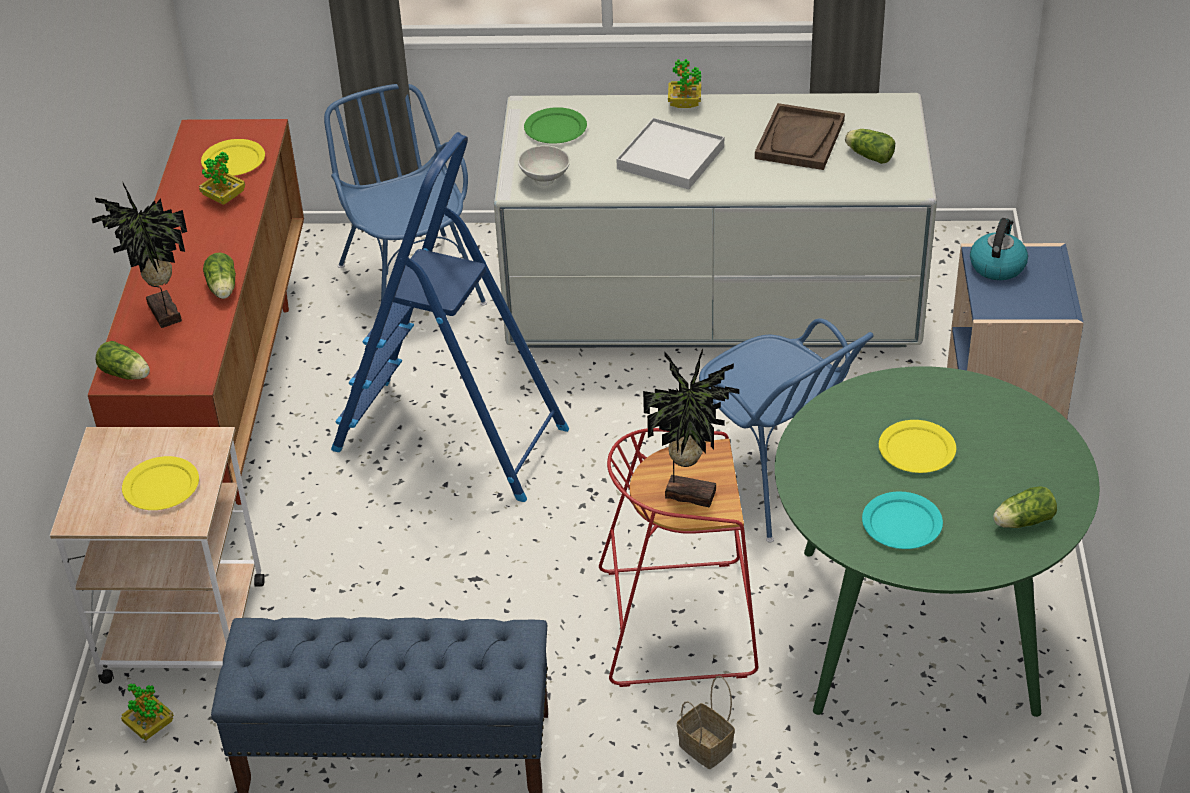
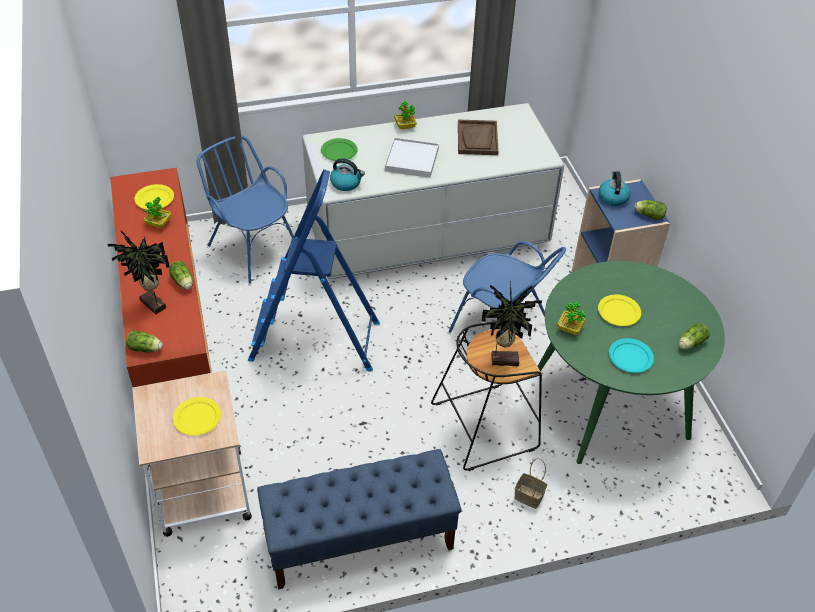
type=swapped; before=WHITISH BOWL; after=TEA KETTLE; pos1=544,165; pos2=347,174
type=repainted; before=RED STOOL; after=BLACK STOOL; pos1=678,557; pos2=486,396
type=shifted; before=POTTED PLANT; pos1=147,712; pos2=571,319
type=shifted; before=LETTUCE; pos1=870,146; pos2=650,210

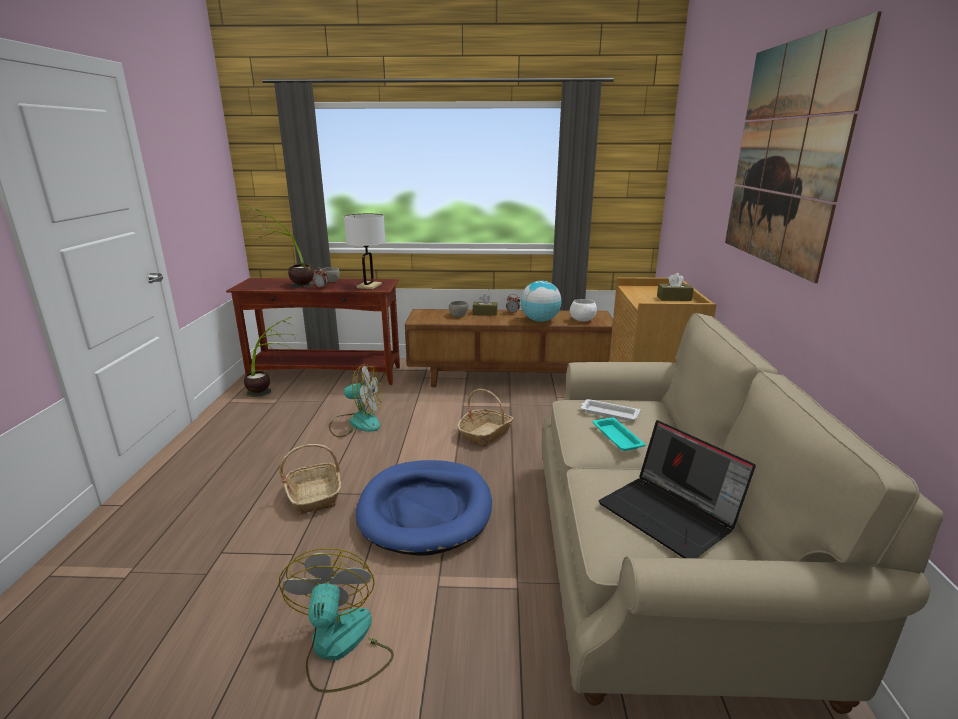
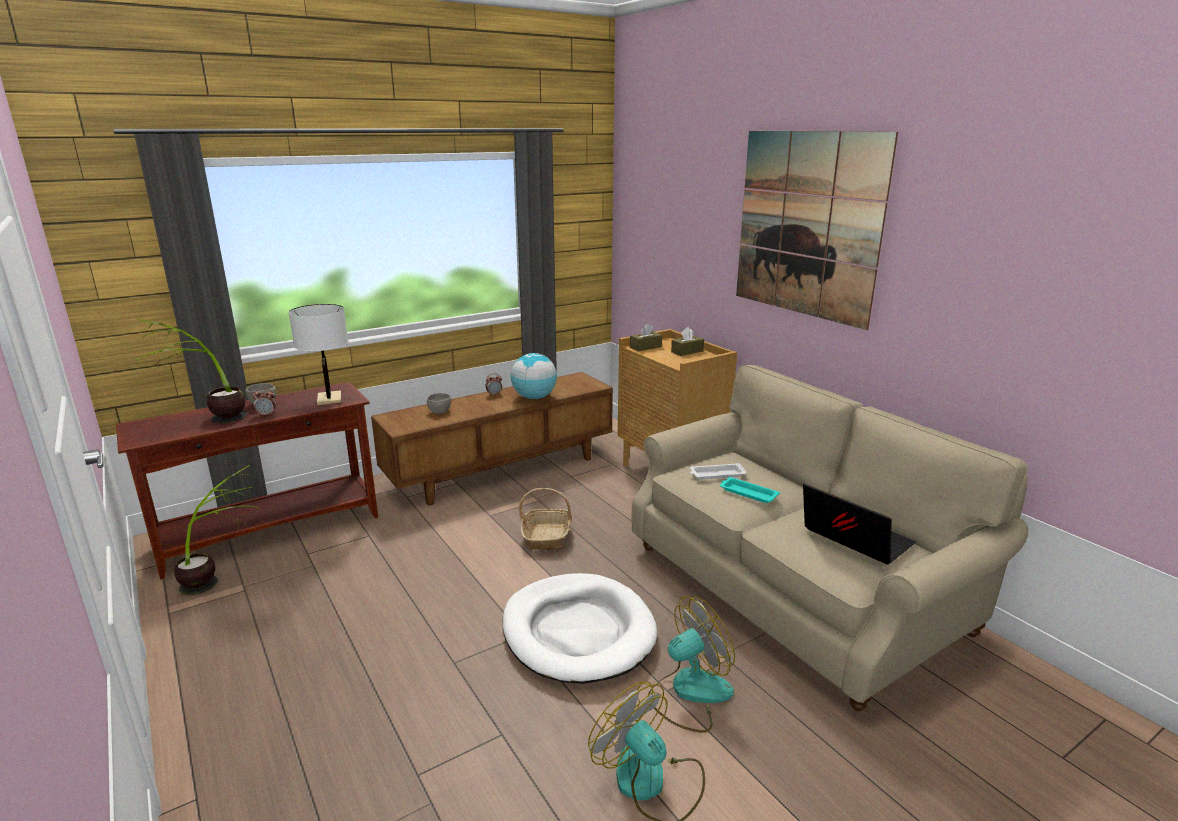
type=repainted; before=BLUISH DOG CUSHION; after=WHITISH DOG CUSHION; pos1=424,508; pos2=580,628
type=shifted; before=BROWNISH TISSUE HOLDER; pos1=485,305; pos2=646,337
type=shifted; before=FAN; pos1=355,400; pos2=691,664
type=rotated; before=NOTEBOOK COMPUTER; pos1=677,489; pos2=859,524; turn=-150
type=gone; before=HOUSEHOLD BASKET; pos1=310,479
type=gone; before=WHITISH BOWL; pos1=583,310

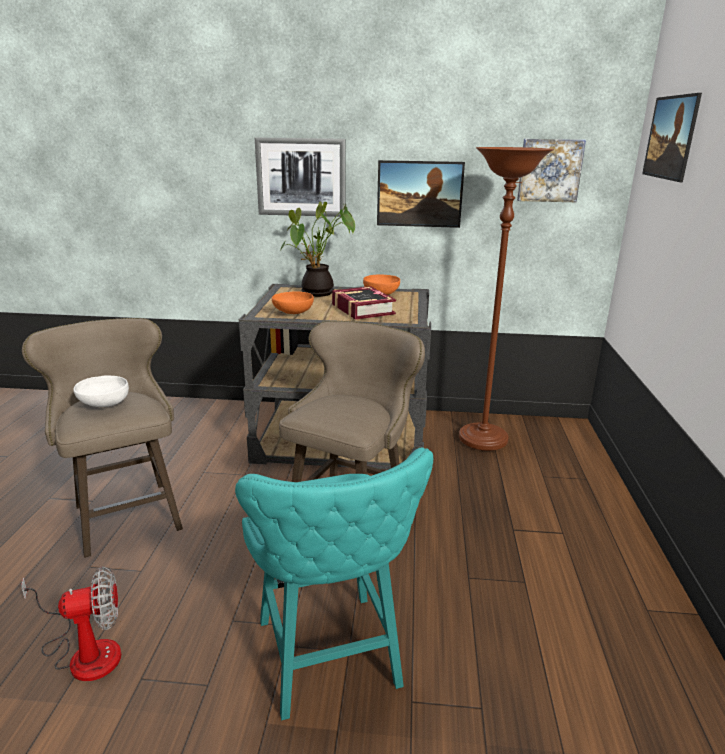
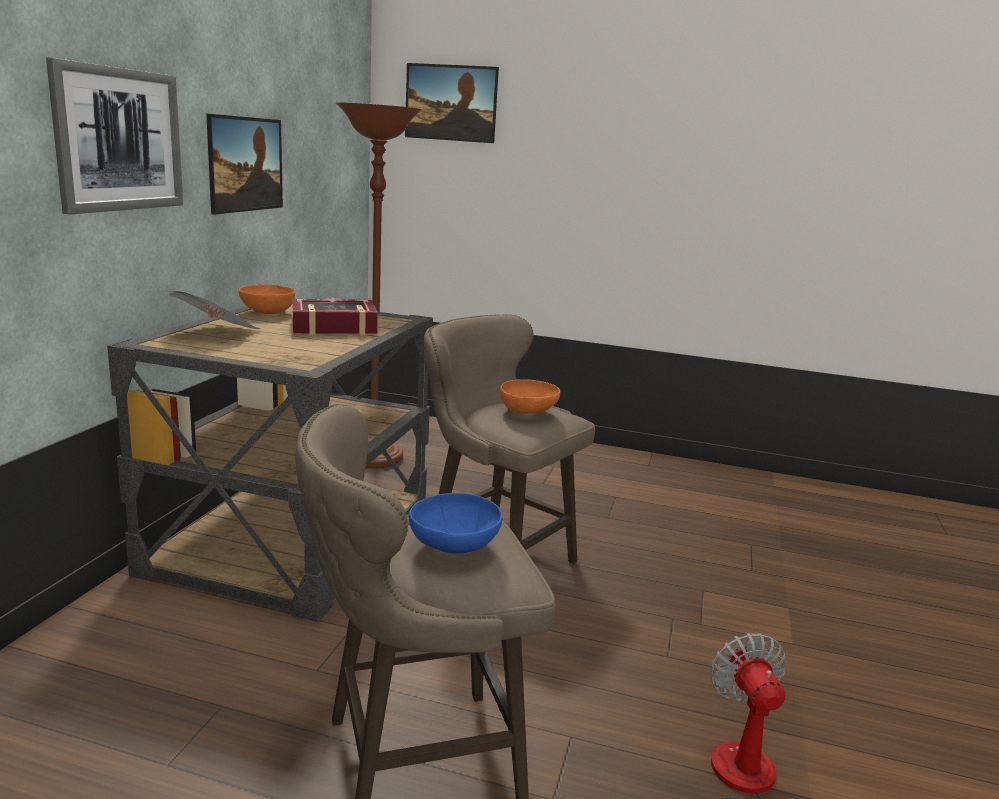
type=swapped; before=POTTED PLANT; after=NEWSPAPER; pos1=317,249; pos2=214,310
type=repainted; before=WHITISH BOWL; after=BLUISH BOWL; pos1=101,391; pos2=456,523
type=shifted; before=ORANGEY BOWL; pos1=293,303; pos2=530,396
type=gone; before=TURQUOISE STOOL; pos1=334,583
type=gone; before=WALL PICTURE; pos1=551,170

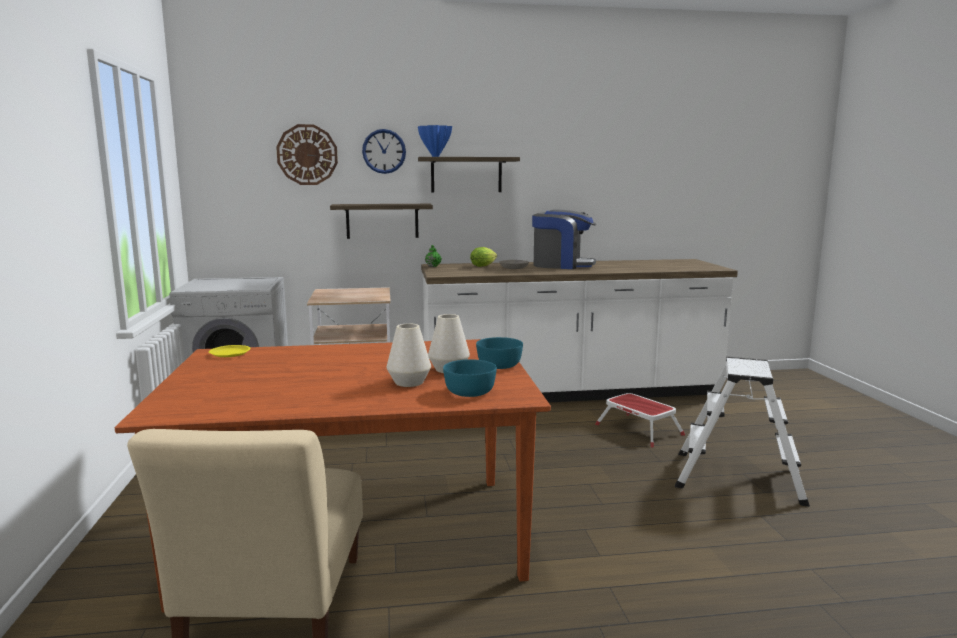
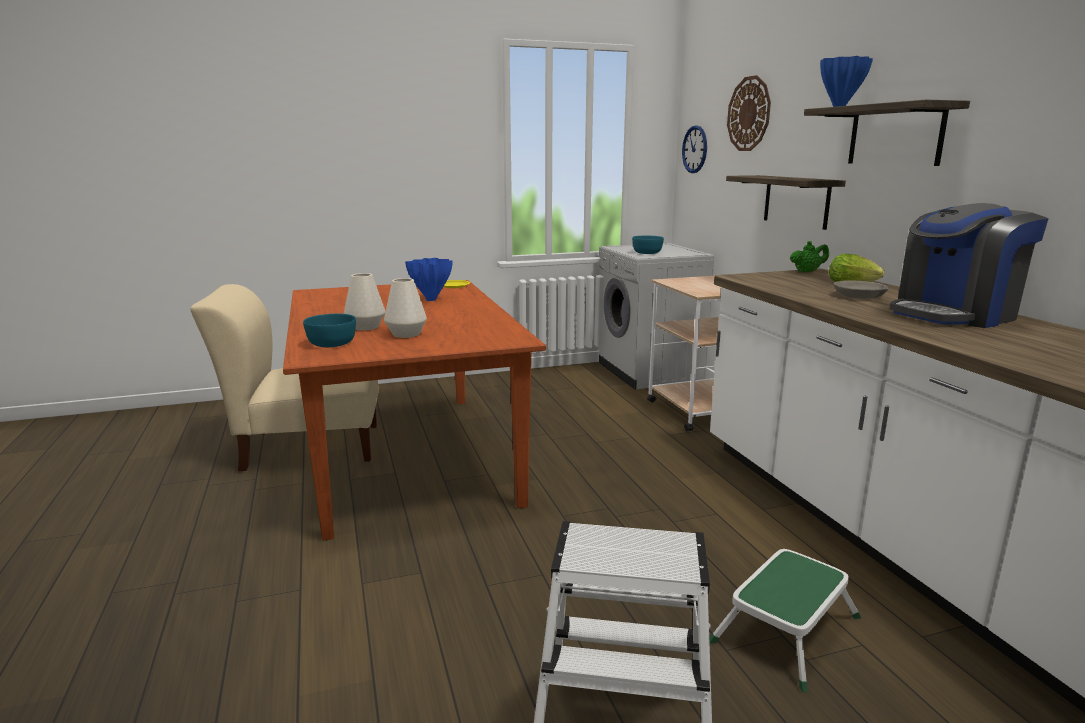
type=new; after=BLUISH VASE; pos2=429,279
type=shifted; before=TURQUOISE BOWL; pos1=499,353; pos2=648,244
type=shifted; before=HANGING CLOCK; pos1=384,151; pos2=694,149
type=repainted; before=RED STEPLADDER; after=GREENISH STEPLADDER; pos1=640,420; pos2=785,621
type=rotated; before=COFFEE MACHINE; pos1=564,239; pos2=969,265; turn=60

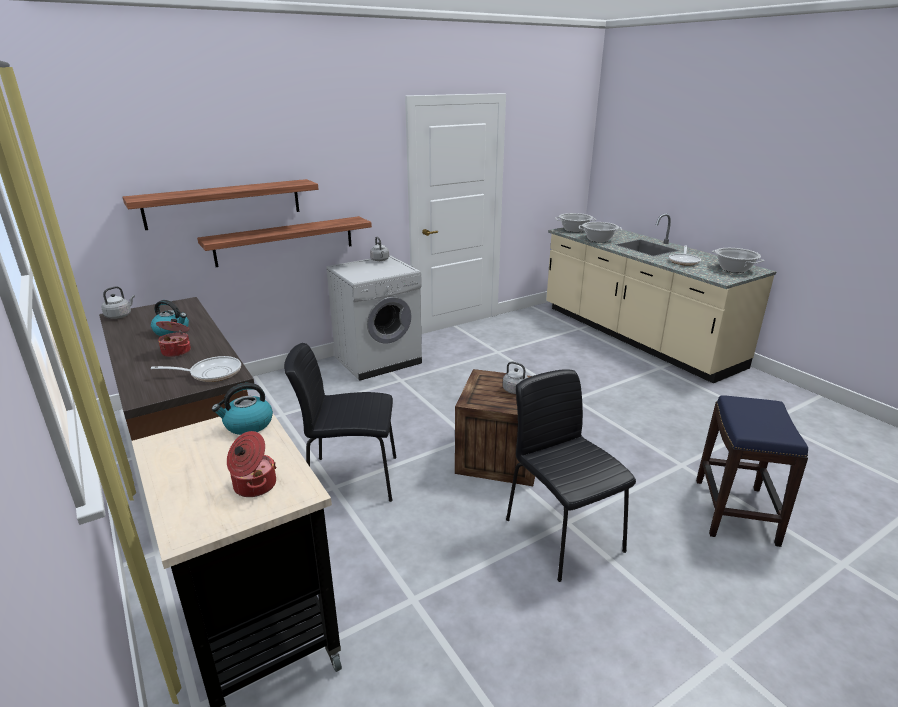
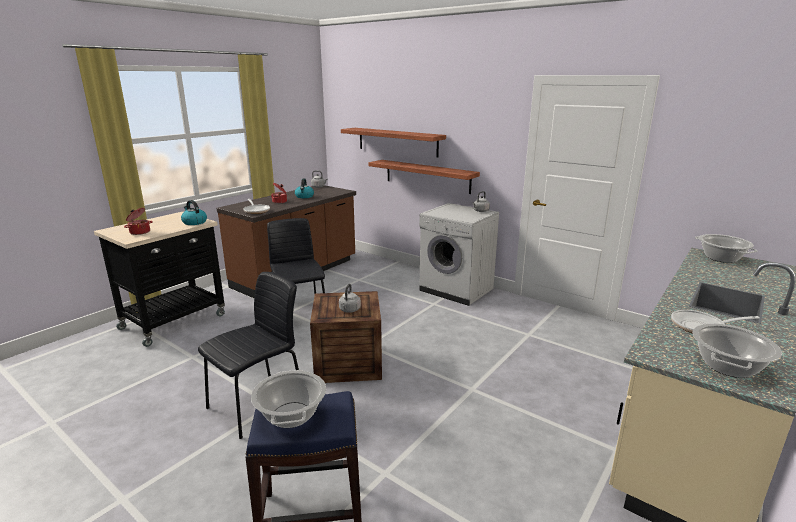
type=shifted; before=COOKING POT; pos1=600,232; pos2=288,399

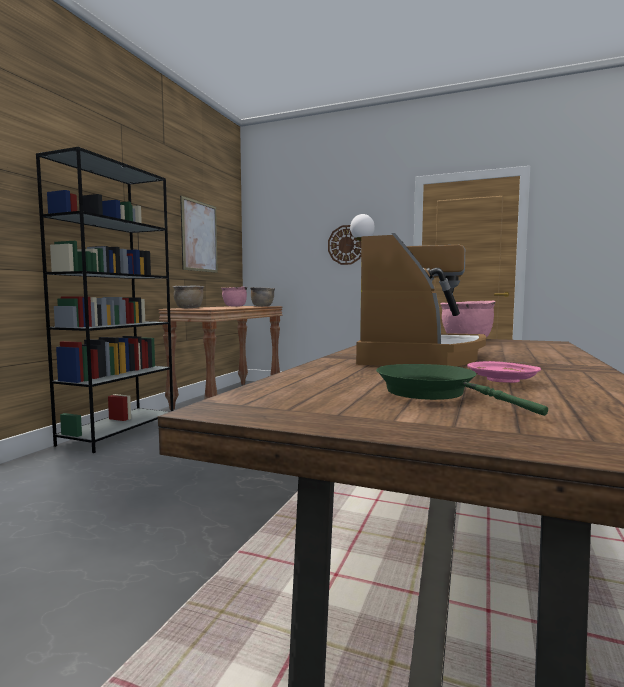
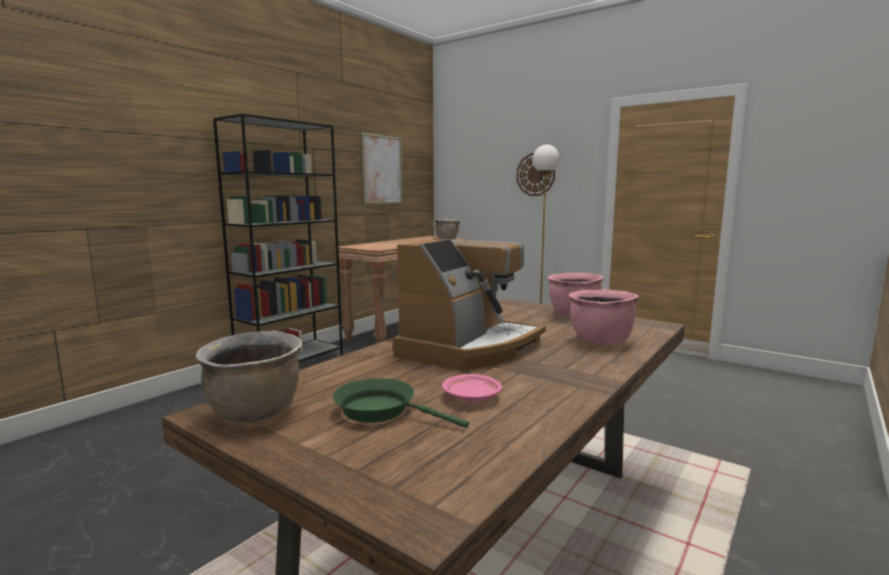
type=shifted; before=BROWNISH COOKING POT; pos1=188,296; pos2=249,377
type=rotated; before=GREENISH PAN; pos1=462,390; pos2=401,403; turn=-45
type=shifted; before=PINK COOKING POT; pos1=234,297; pos2=604,317

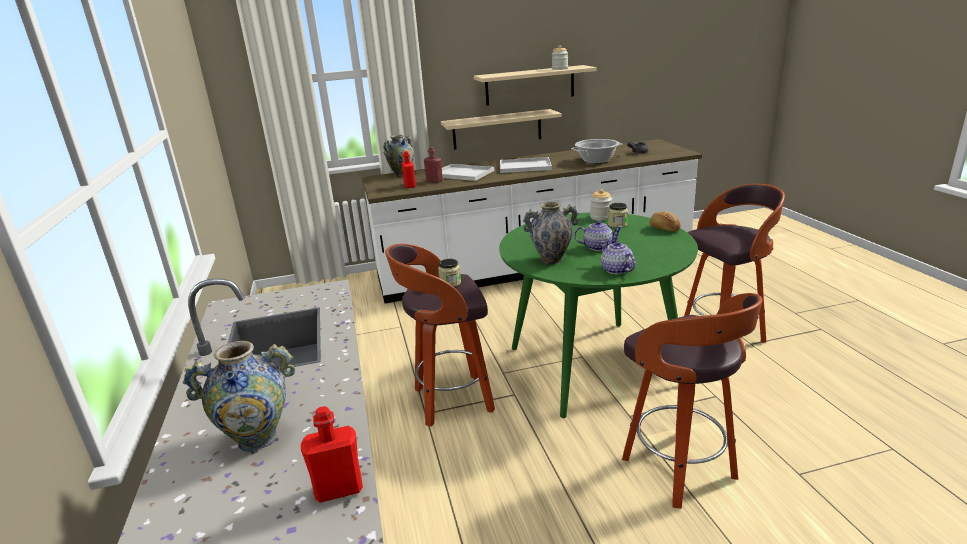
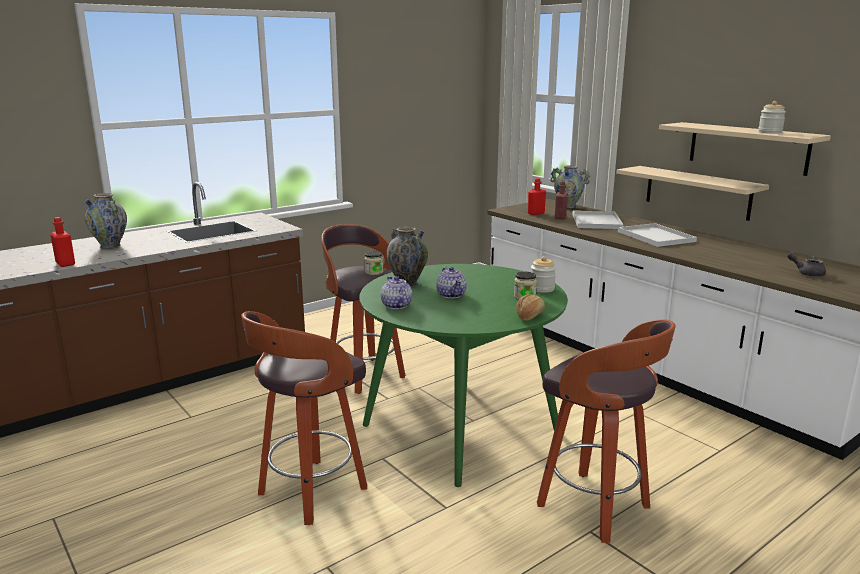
type=rotated; before=TEAPOT; pos1=618,257; pos2=396,292; turn=-60
type=gone; before=COOKING POT; pos1=597,151

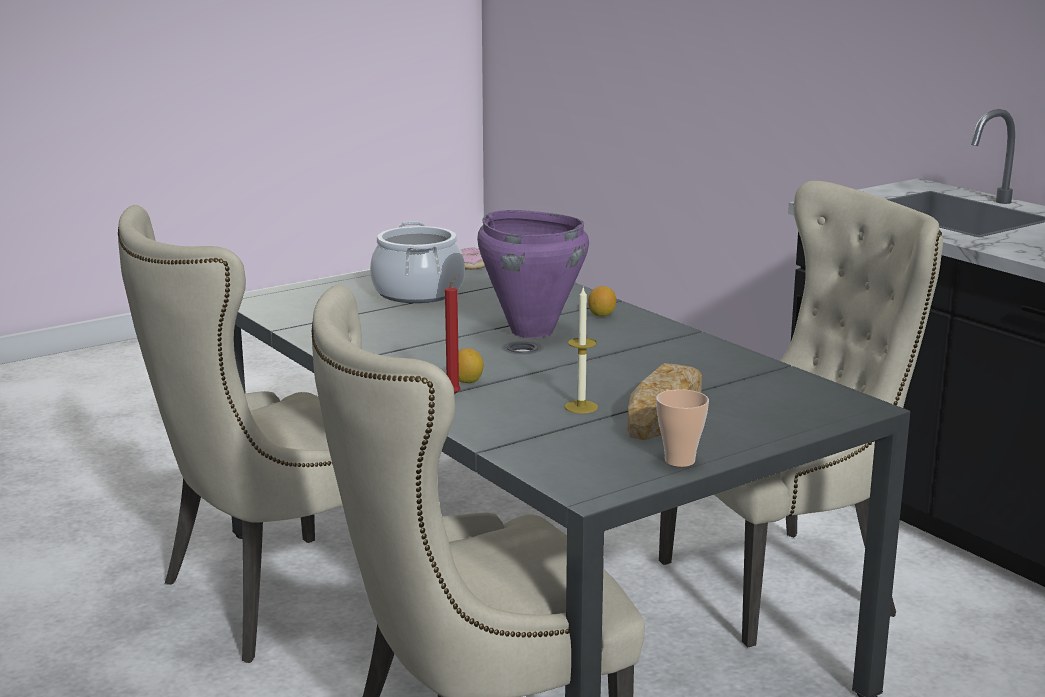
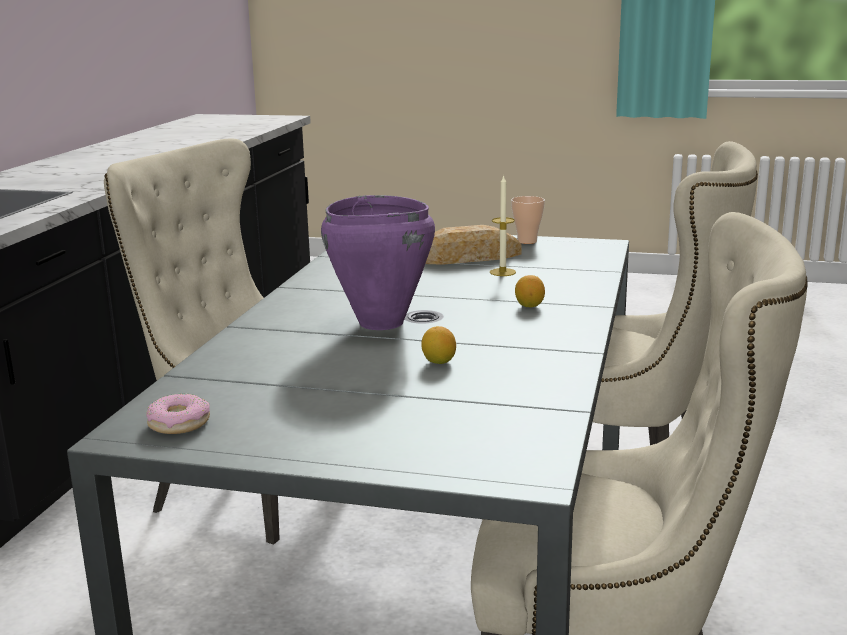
type=shifted; before=CITRUS FRUIT; pos1=602,301; pos2=438,345
type=gone; before=COOKING POT; pos1=417,262
type=gone; before=RED WAX LIGHT; pos1=452,334

